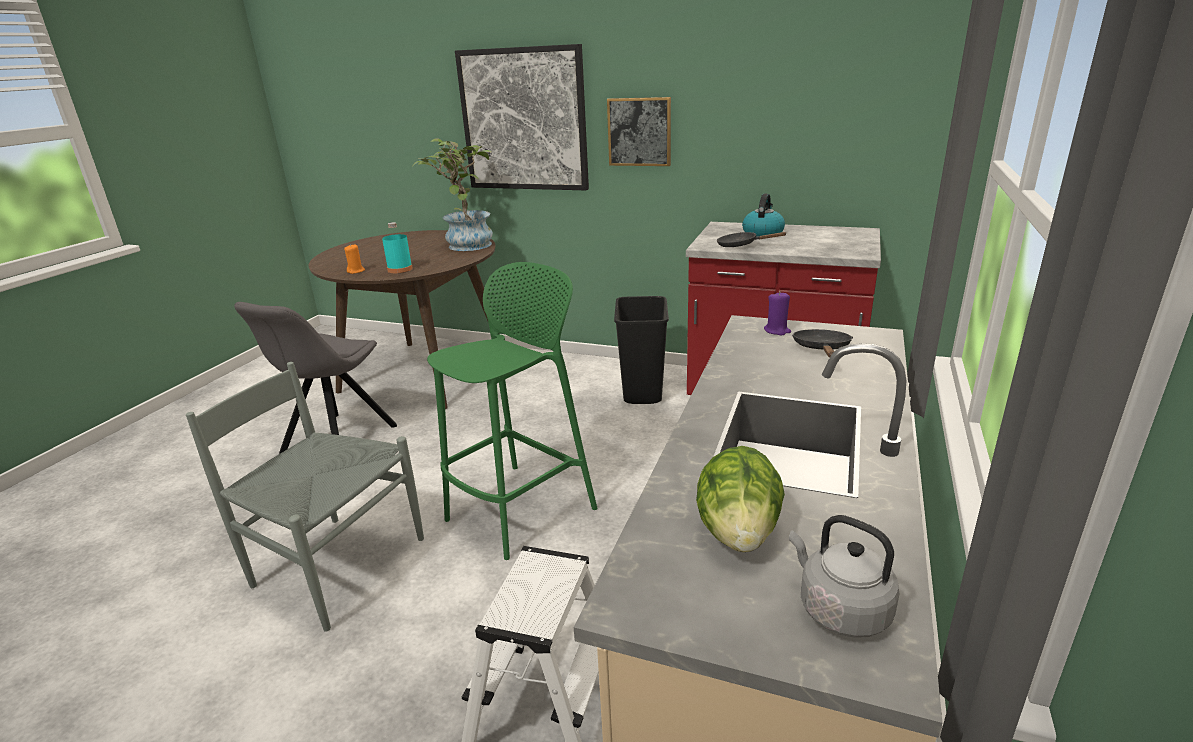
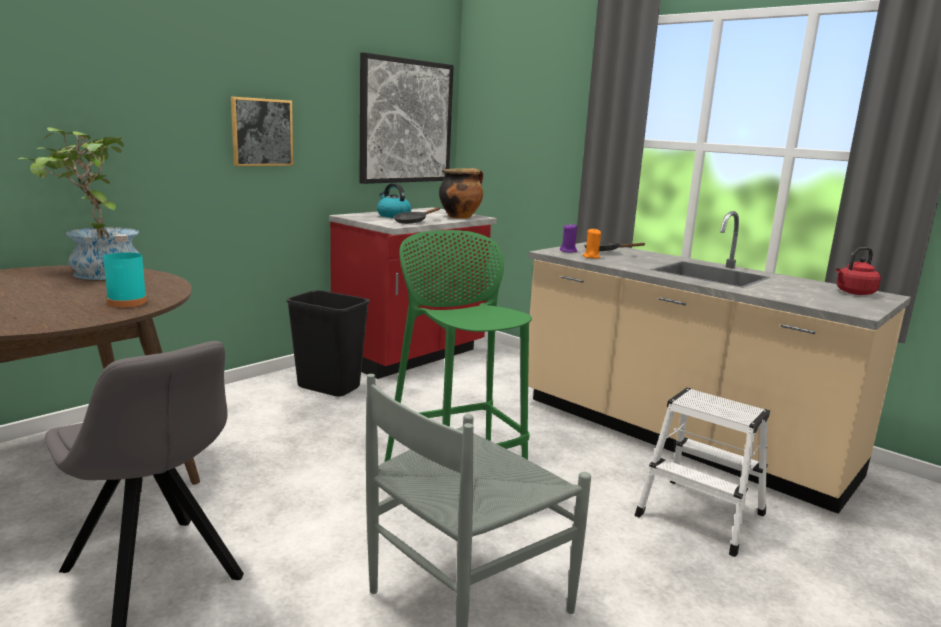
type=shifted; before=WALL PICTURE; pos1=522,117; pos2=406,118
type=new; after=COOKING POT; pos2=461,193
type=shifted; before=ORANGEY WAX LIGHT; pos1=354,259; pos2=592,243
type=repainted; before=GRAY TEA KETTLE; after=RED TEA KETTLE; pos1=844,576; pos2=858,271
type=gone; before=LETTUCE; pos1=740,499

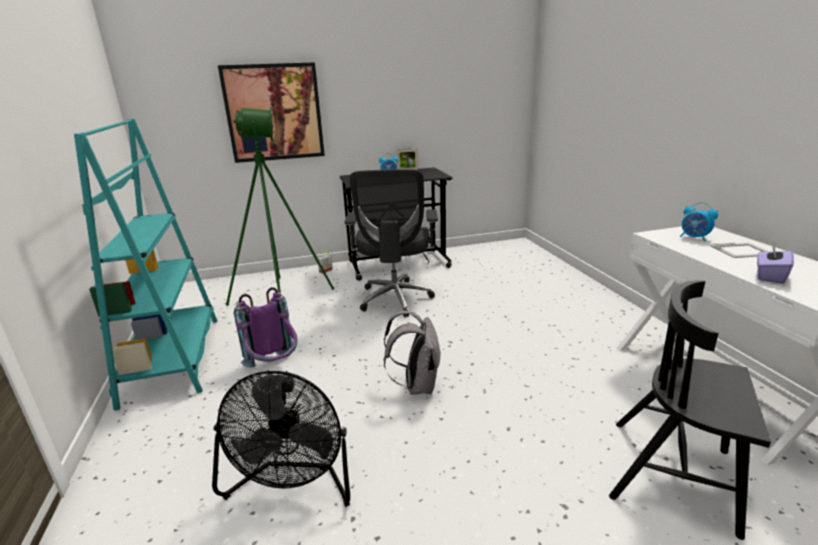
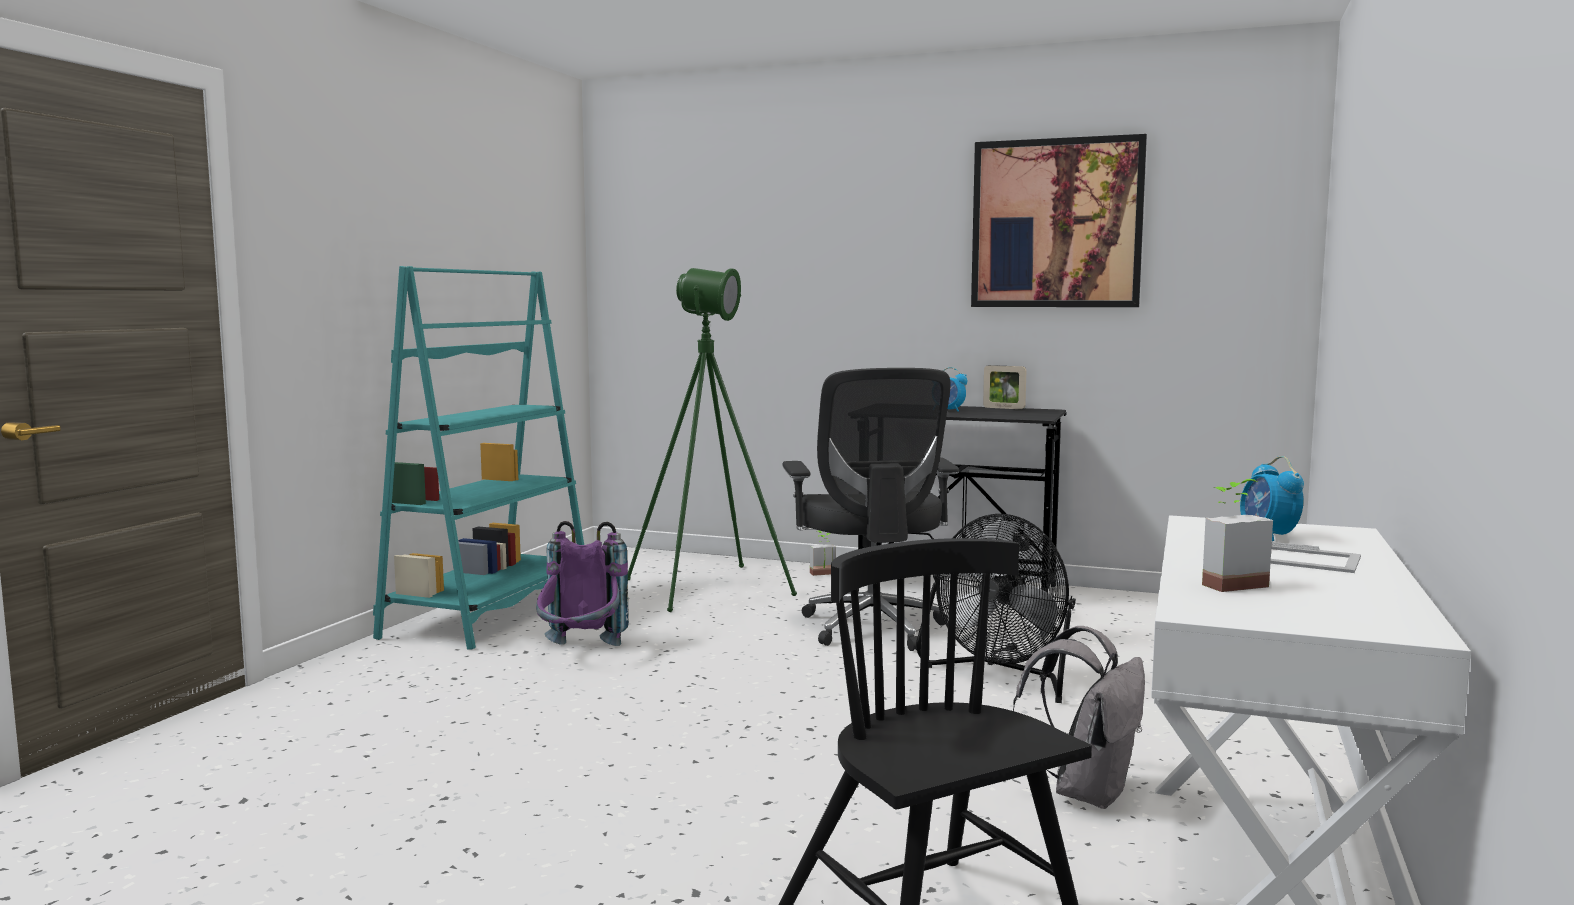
type=rotated; before=OFFICE CHAIR; pos1=391,243; pos2=870,509; turn=-45
type=shifted; before=BLACK FAN; pos1=281,438; pos2=996,608
type=shifted; before=WALL PICTURE; pos1=271,112; pos2=1059,220
type=shifted; before=GRAY KNAPSACK; pos1=412,353; pos2=1079,717
type=swapped; before=PURPLISH TISSUE HOLDER; after=POTTED PLANT; pos1=775,263; pos2=1237,535

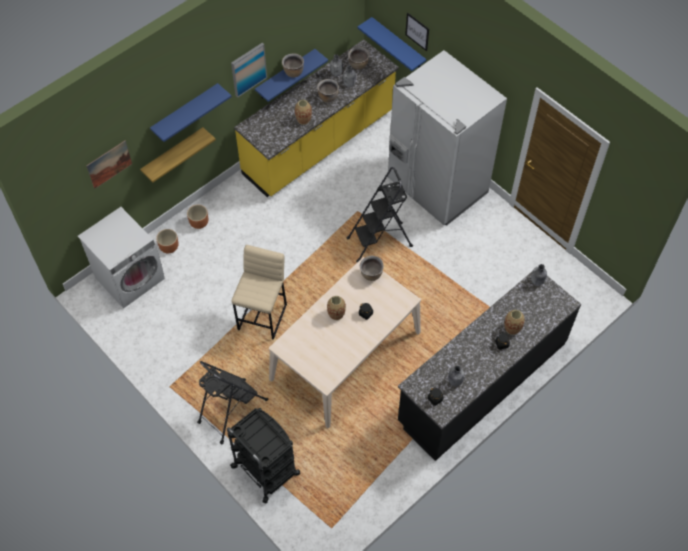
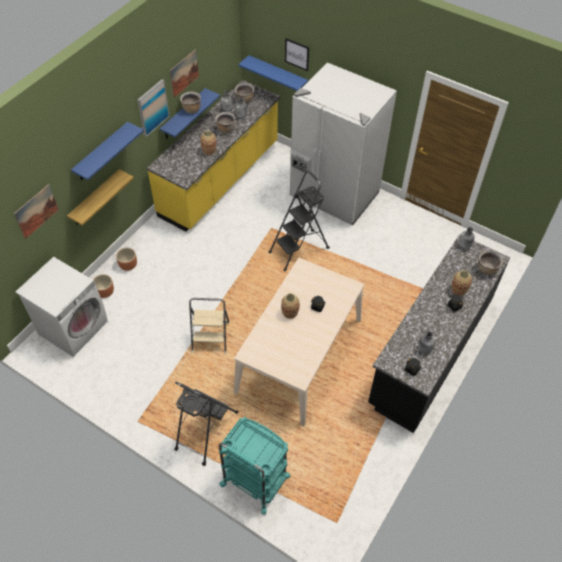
type=new; after=WALL PICTURE; pos2=184,73
type=swapped; before=BEIGE-COLOURED STOOL; after=BEIGE-COLOURED STEPLADDER; pos1=259,292; pos2=209,326
type=repainted; before=BLACK TROLLEY; after=TURQUOISE TROLLEY; pos1=263,455; pos2=254,465
type=shifted; before=BROWNISH COOKING POT; pos1=372,268; pos2=490,262

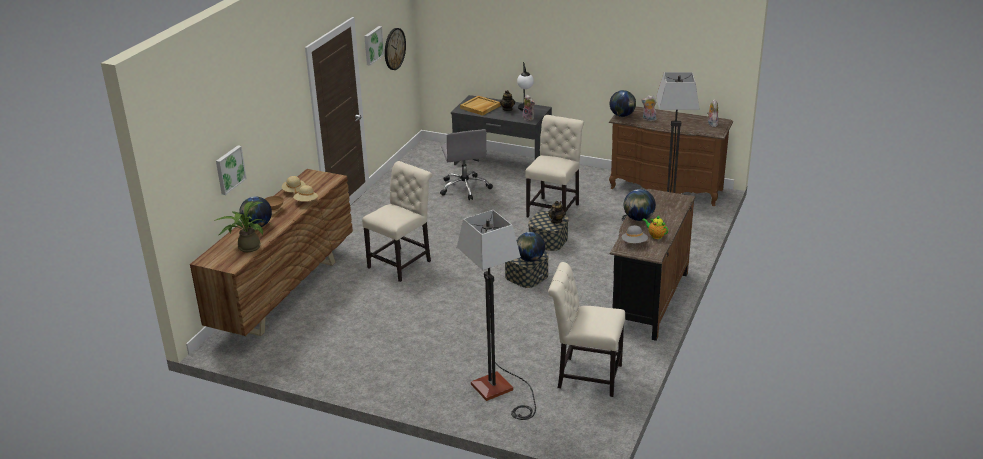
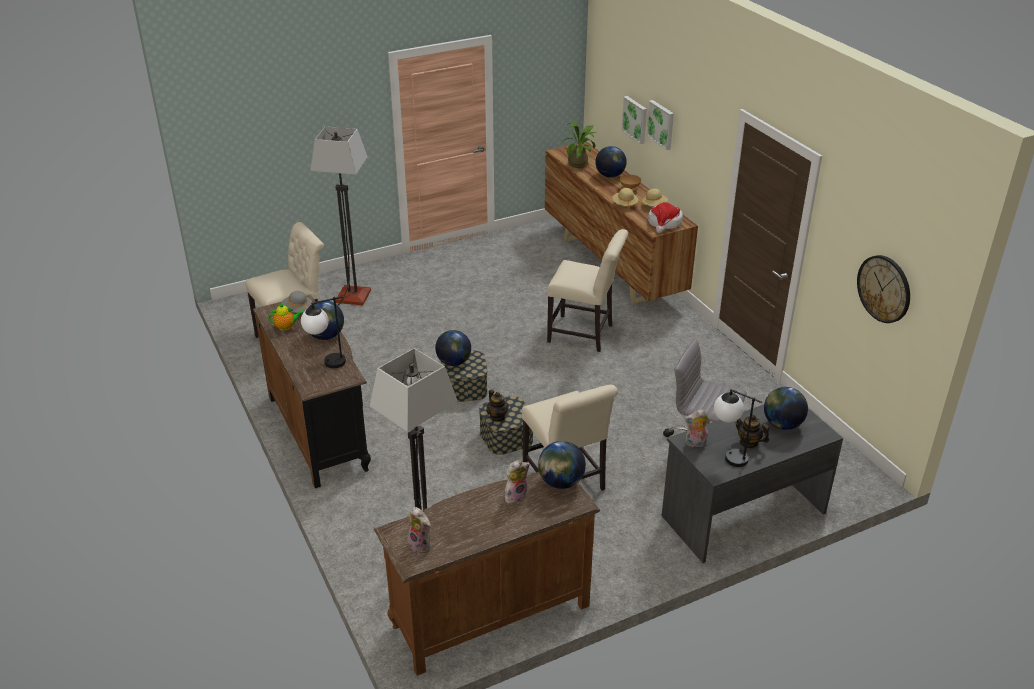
type=new; after=TABLETOP LAMP; pos2=323,332
type=rotated; before=BEIGE-COLOURED UPRIGHT CHAIR; pos1=397,221; pos2=587,290; turn=-60
type=shifted; before=WALL PICTURE; pos1=374,45; pos2=660,125
type=new; after=HAT; pos2=665,217
type=swapped; before=BEIGE-COLOURED CARRYING TRAY; after=WORLD GLOBE; pos1=480,106; pos2=786,408

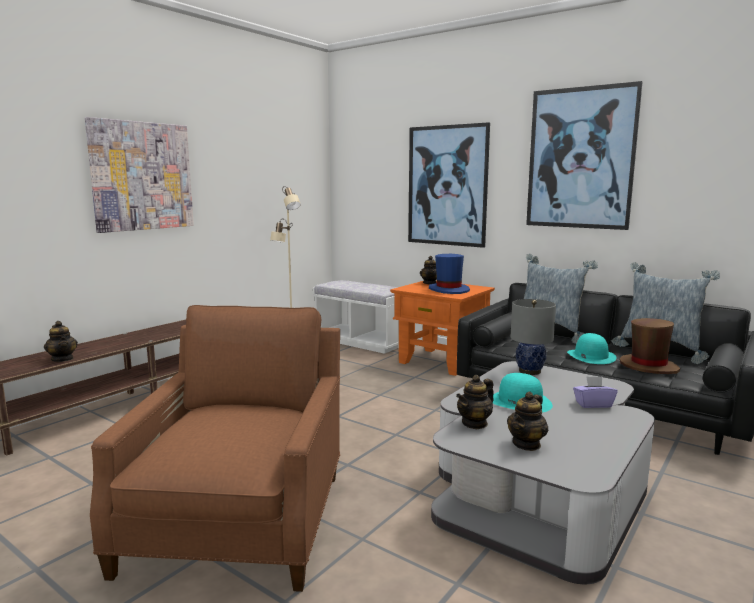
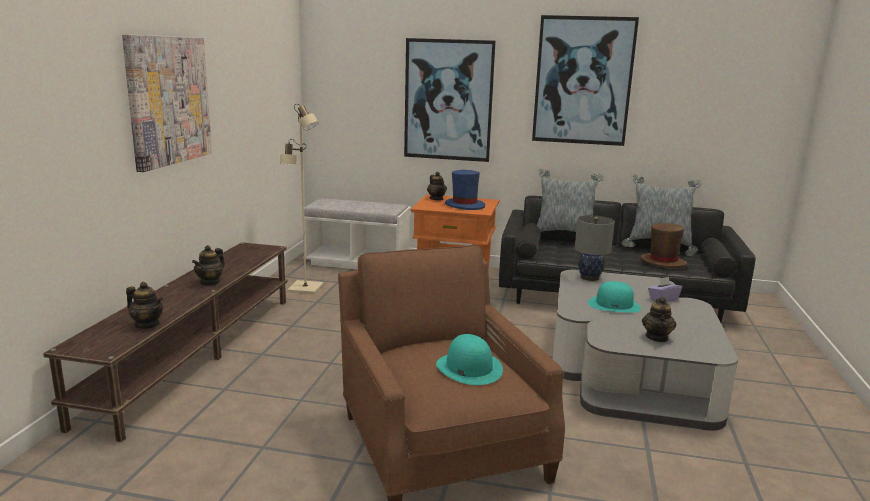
type=shifted; before=TEAPOT; pos1=475,402; pos2=208,265
type=shifted; before=TURQUOISE HAT; pos1=591,348; pos2=469,359

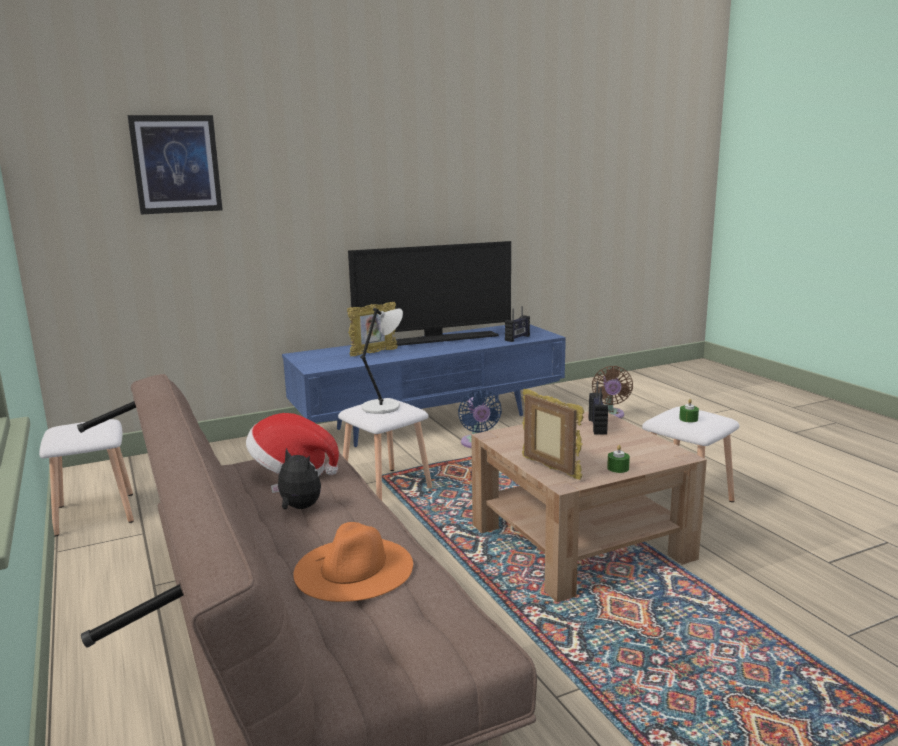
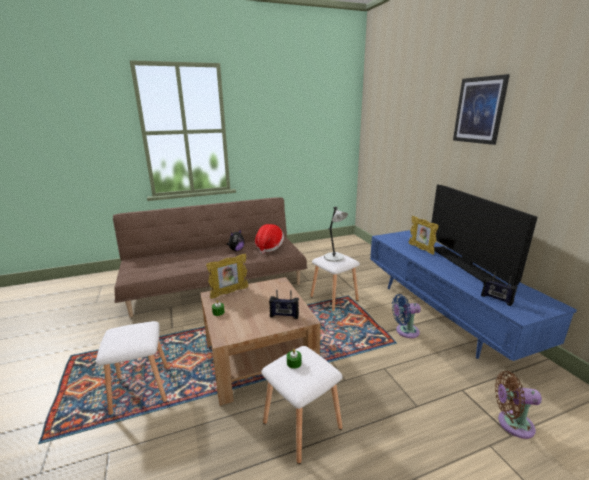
type=shifted; before=WHITISH STOOL; pos1=86,478; pos2=132,368
type=shifted; before=WALL PICTURE; pos1=175,164; pos2=481,109
type=gone; before=ORANGEY HAT; pos1=353,562

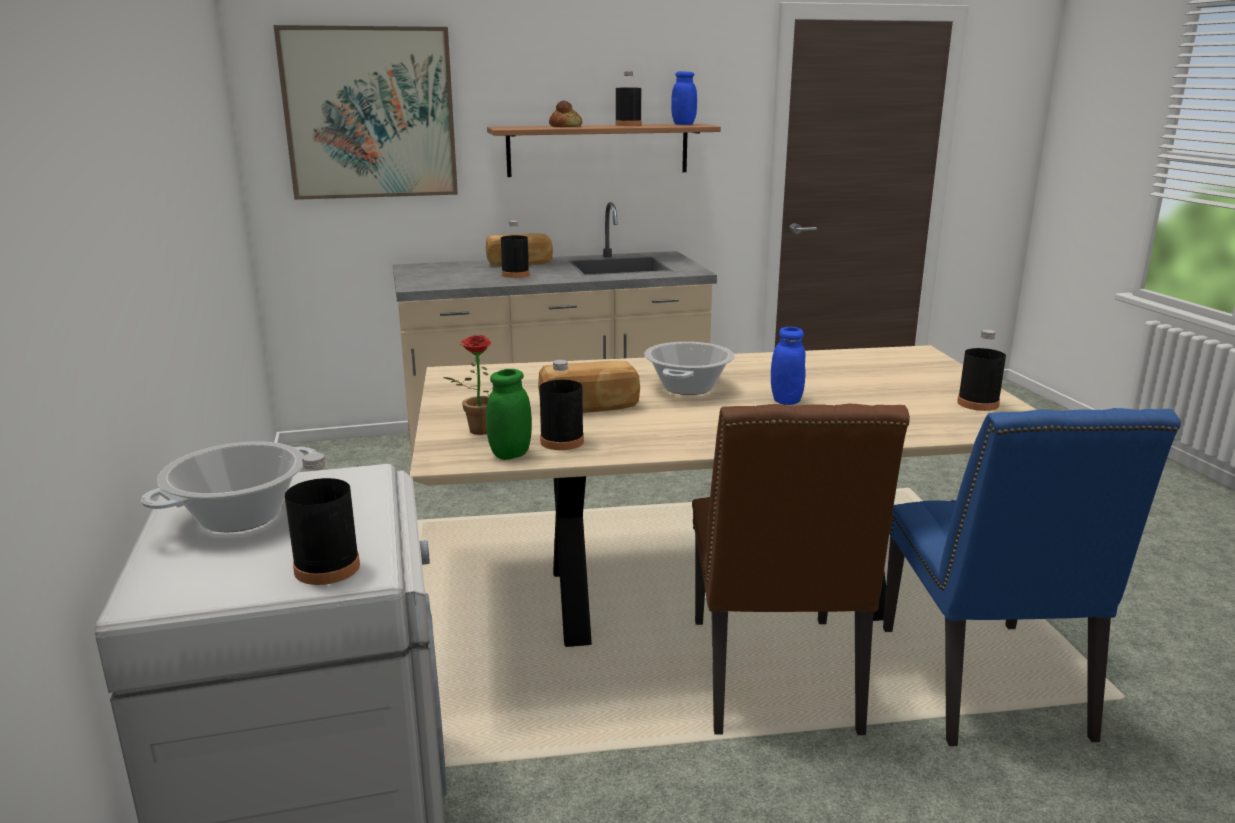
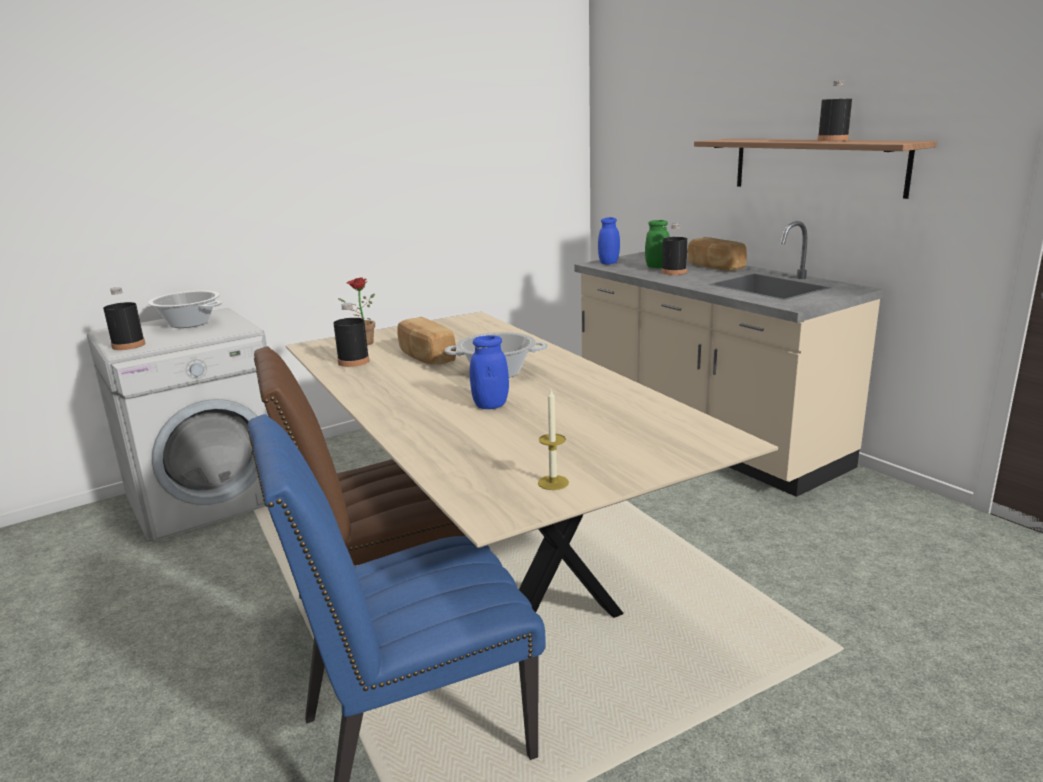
type=swapped; before=BLACK DRINK BOTTLE; after=WAX LIGHT; pos1=981,370; pos2=553,440
type=shifted; before=BLUISH PRESERVE JAR; pos1=684,98; pos2=609,241
type=shifted; before=GREENISH PRESERVE JAR; pos1=509,414; pos2=657,244
type=gone; before=WALL PICTURE; pos1=365,112
type=gone; before=BAKERY BREAD; pos1=565,114

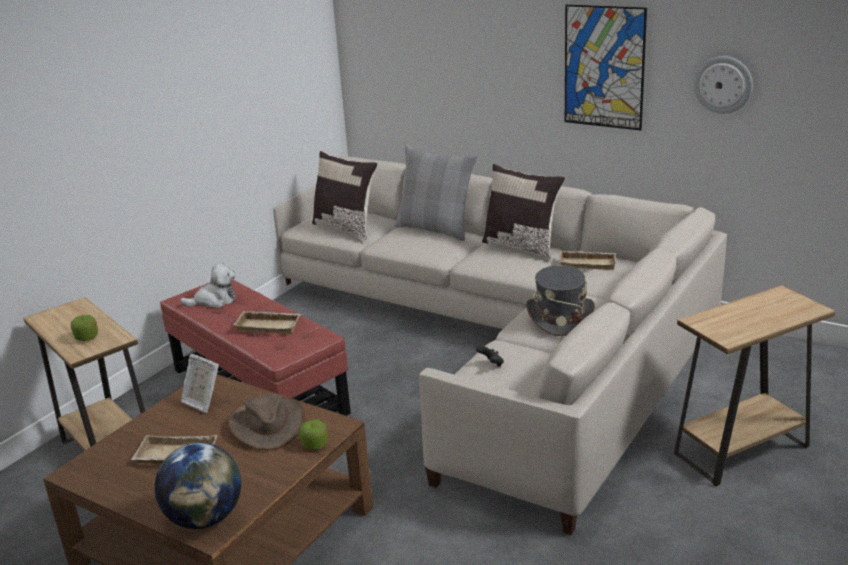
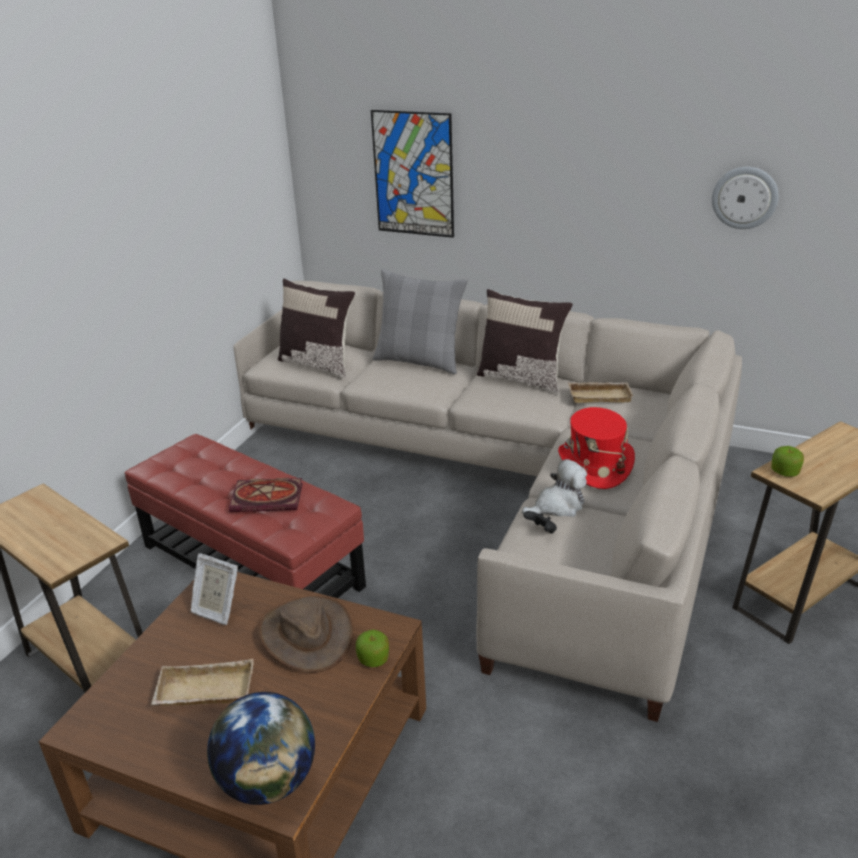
type=swapped; before=BEIGE-COLOURED CARRYING TRAY; after=VOLUME; pos1=267,322; pos2=266,495
type=shifted; before=WALL PICTURE; pos1=606,67; pos2=412,174
type=shifted; before=PLUSH TOY; pos1=208,285; pos2=554,488
type=repainted; before=GRAY HAT; after=RED HAT; pos1=560,300; pos2=596,448
type=shifted; before=WHOLE APPLE; pos1=84,328; pos2=787,461

